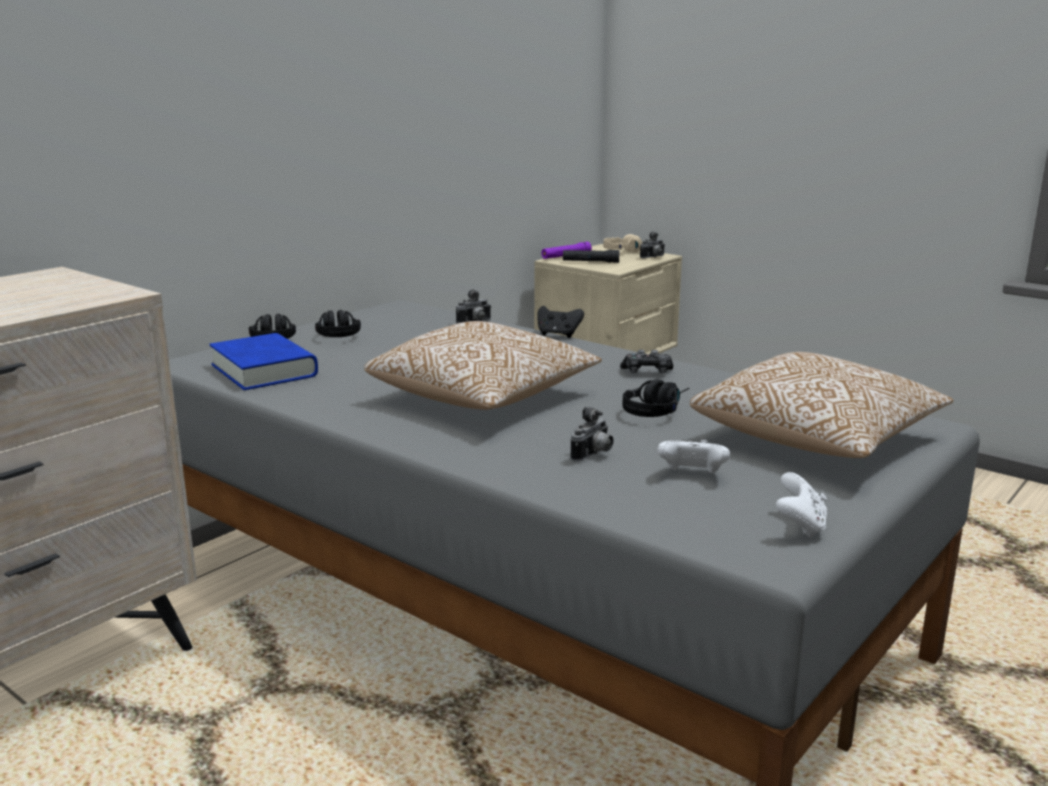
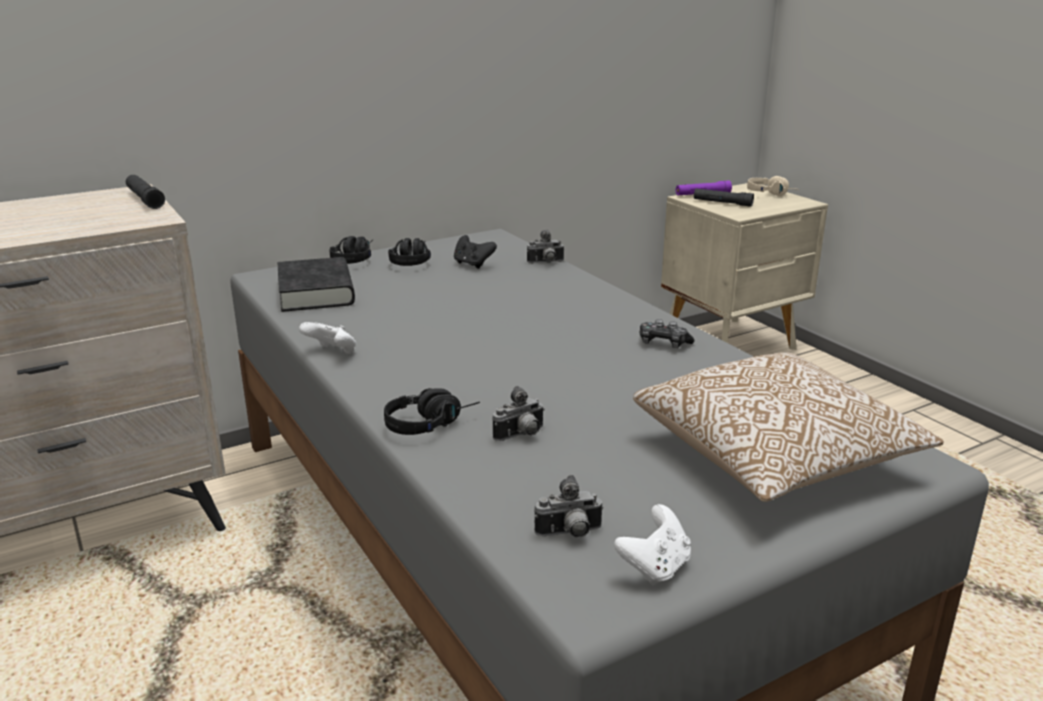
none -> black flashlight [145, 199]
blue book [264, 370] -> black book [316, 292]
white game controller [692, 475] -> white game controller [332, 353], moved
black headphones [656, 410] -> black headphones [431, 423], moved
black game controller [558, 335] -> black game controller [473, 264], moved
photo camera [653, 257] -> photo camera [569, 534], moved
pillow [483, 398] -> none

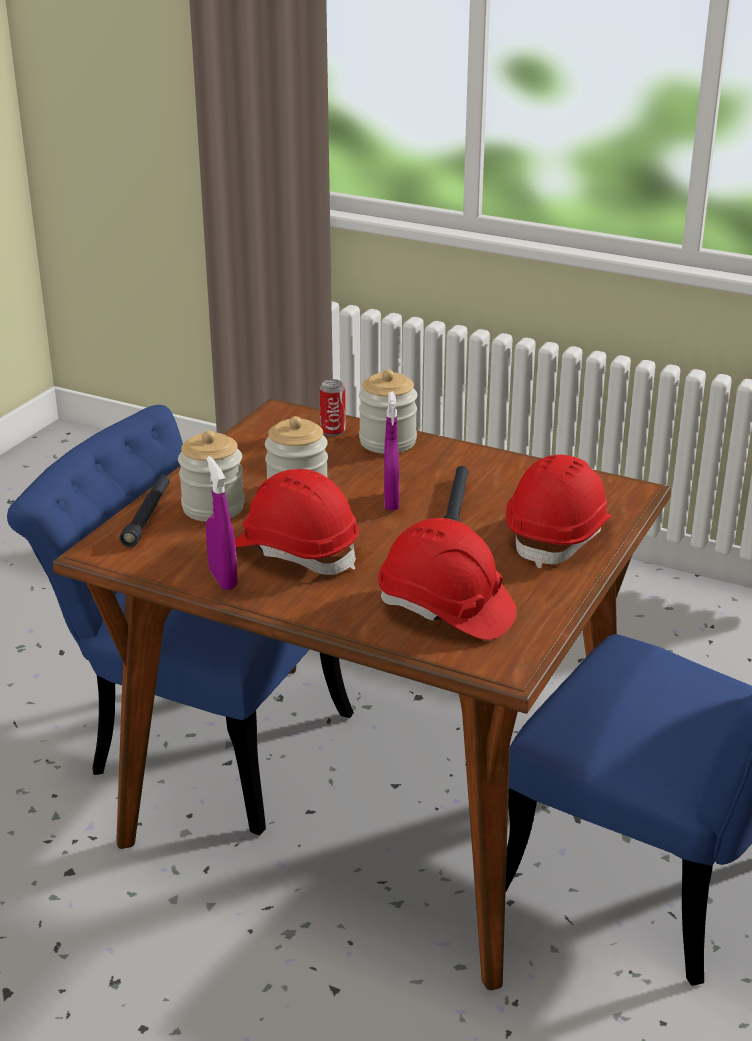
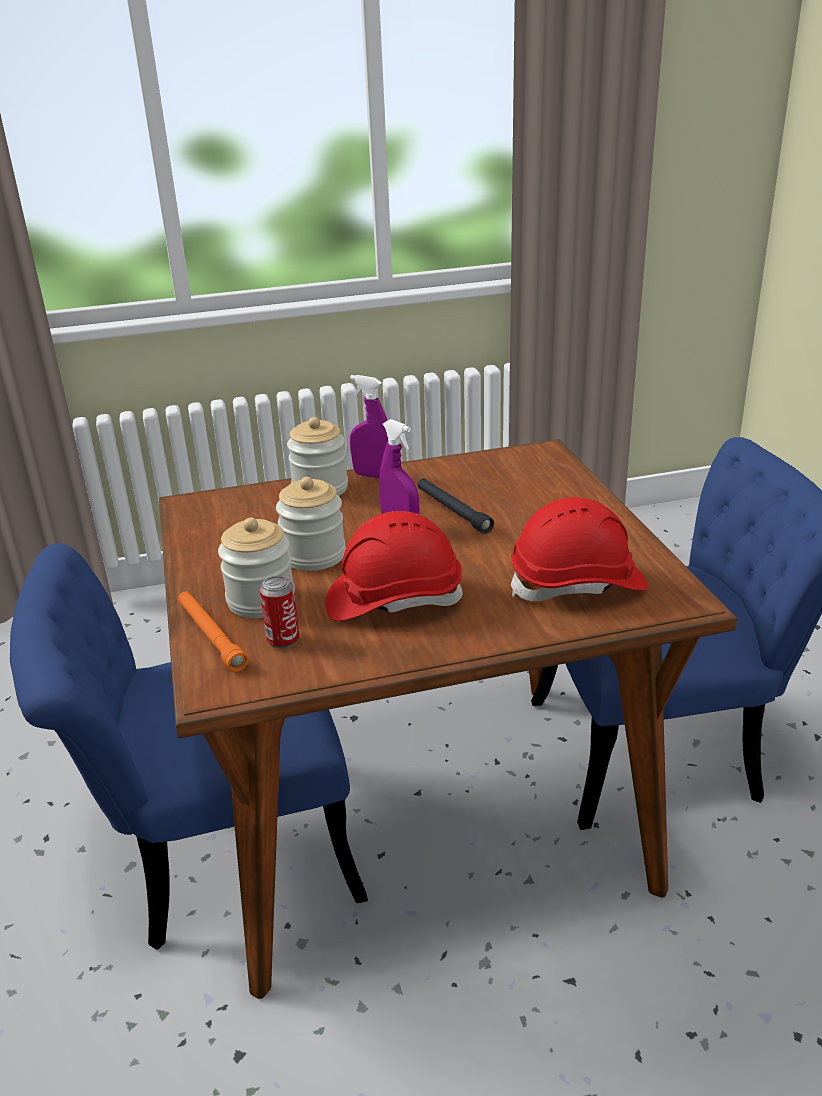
black flashlight [147, 516] -> orange flashlight [211, 636]
can [333, 431] -> can [283, 640], moved
purple spray bottle [223, 579] -> purple spray bottle [373, 476], moved
red hard hat [559, 536] -> none

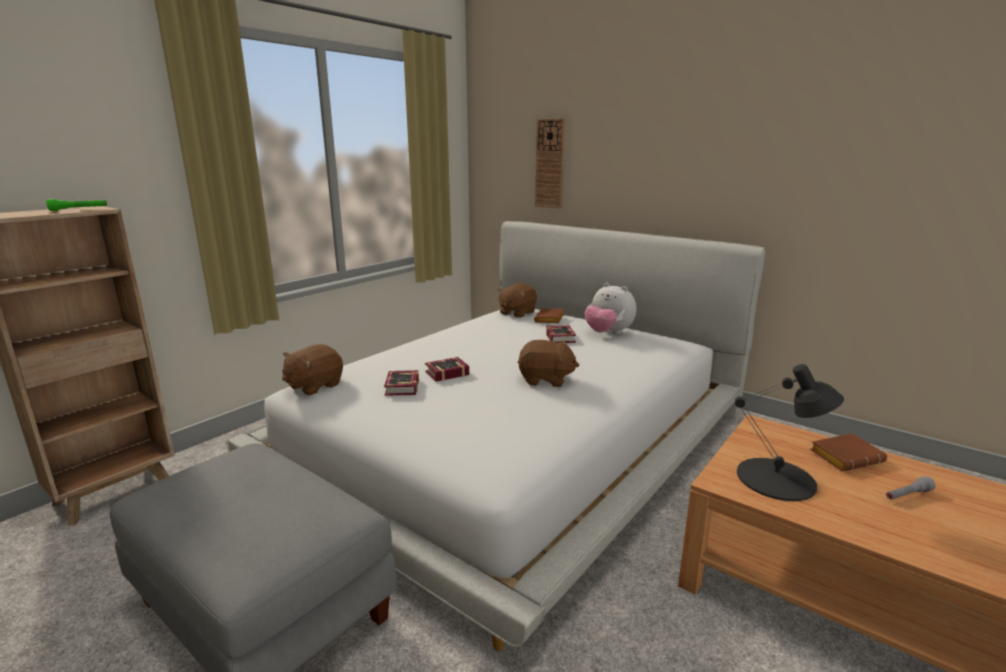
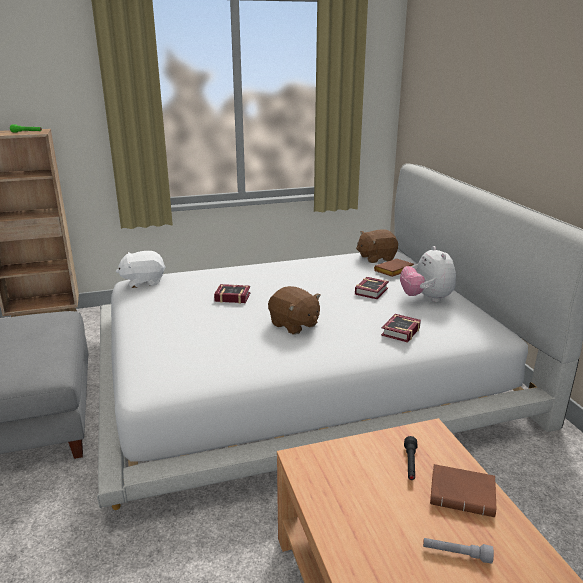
brown plush toy [314, 386] -> white plush toy [143, 282]
book [401, 388] -> book [399, 332], moved
none -> black flashlight [410, 464]
wall clock [550, 164] -> none
black table lamp [777, 479] -> none

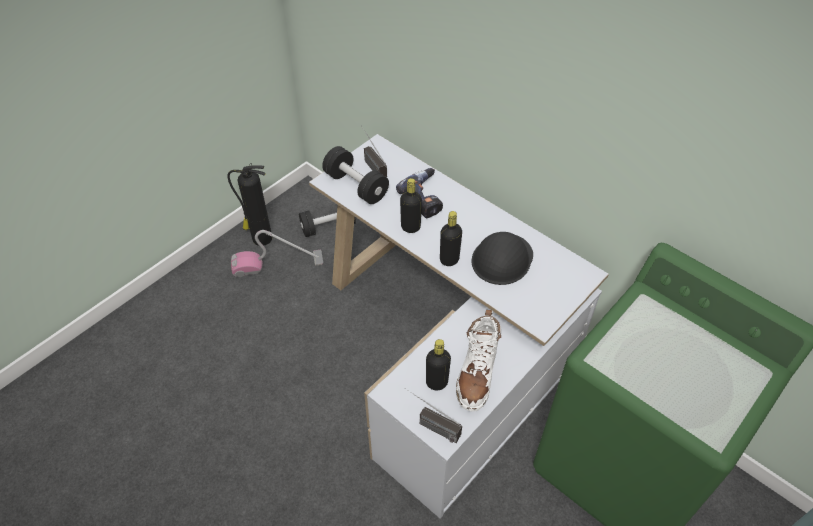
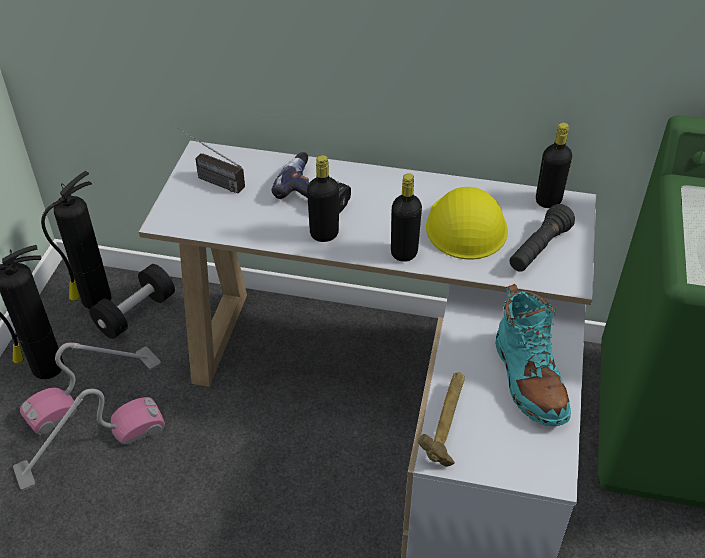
none -> vacuum cleaner [91, 447]
none -> fire extinguisher [95, 300]
none -> hammer [446, 425]
black hard hat [502, 259] -> yellow hard hat [466, 226]
white boot [476, 374] -> turquoise boot [528, 379]
none -> black flashlight [538, 249]
black bottle [436, 382] -> black bottle [548, 201], moved
black dumbbell [356, 186] -> none
radio [429, 425] -> none

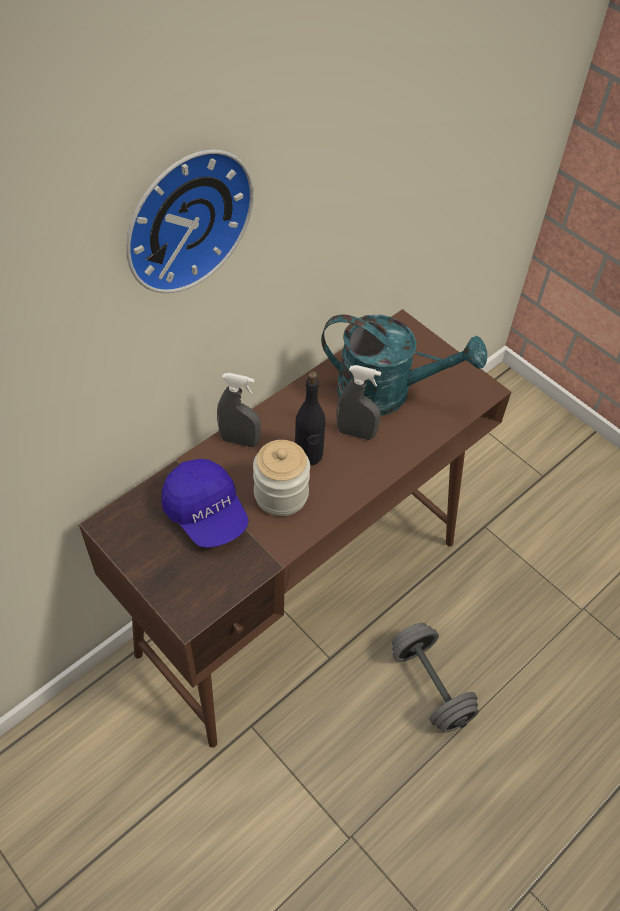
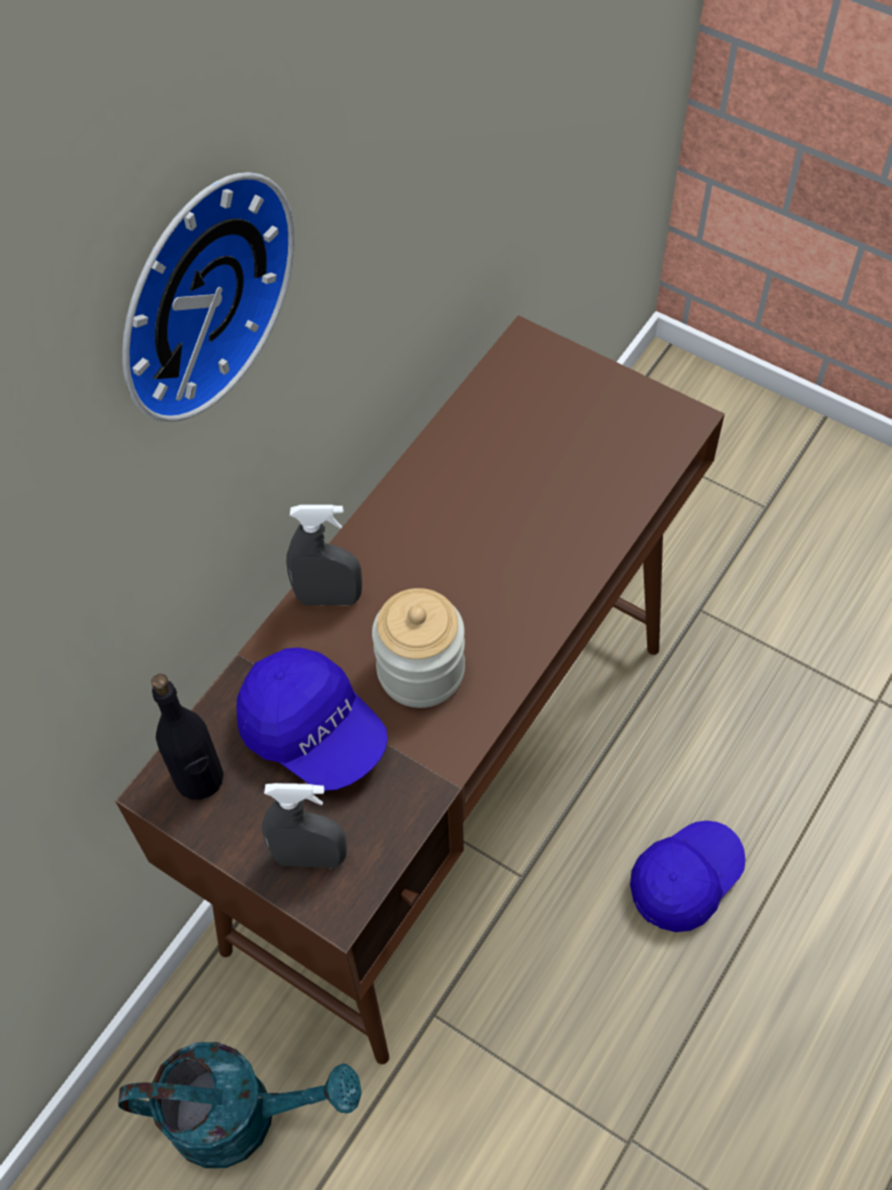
turquoise watering can [387, 392] -> turquoise watering can [242, 1114], moved
black bottle [308, 455] -> black bottle [199, 778], moved
grey spray bottle [356, 433] -> grey spray bottle [310, 858], moved
grey dumbbell [430, 686] -> blue cap [685, 880]

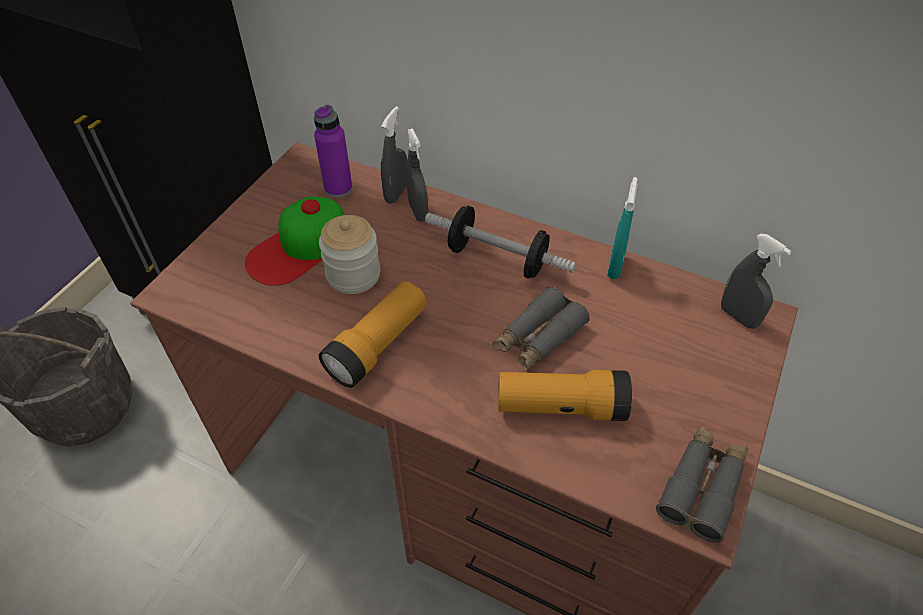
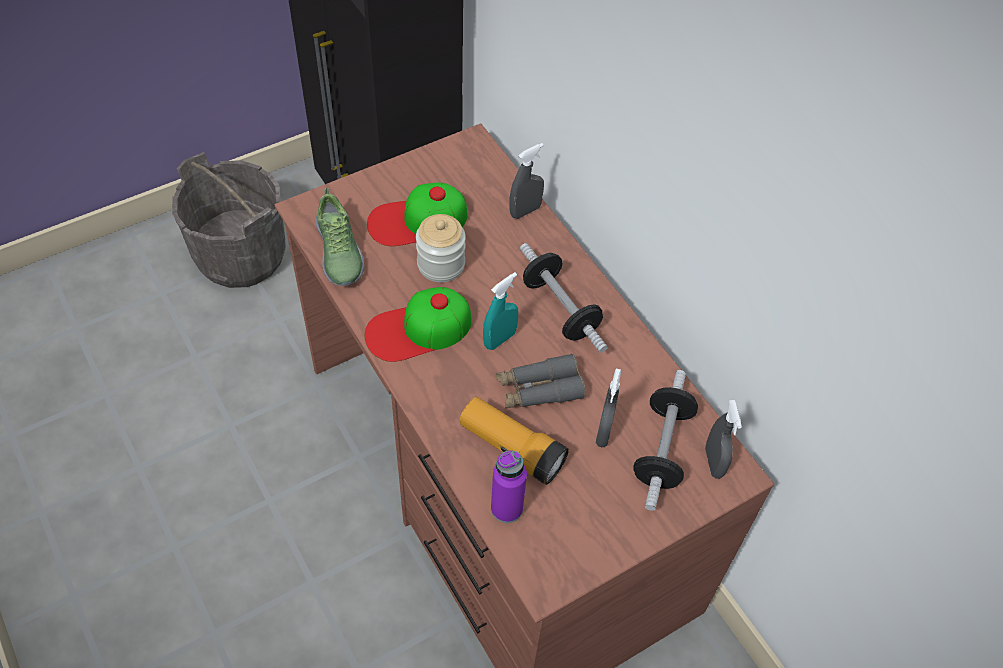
none -> shoe [338, 253]
flashlight [378, 345] -> cap [418, 329]
turquoise spray bottle [615, 266] -> turquoise spray bottle [499, 339], moved
purple bottle [338, 188] -> purple bottle [506, 508], moved
grey spray bottle [418, 211] -> grey spray bottle [604, 432], moved
none -> dumbbell [662, 449]
grey binoculars [702, 487] -> none

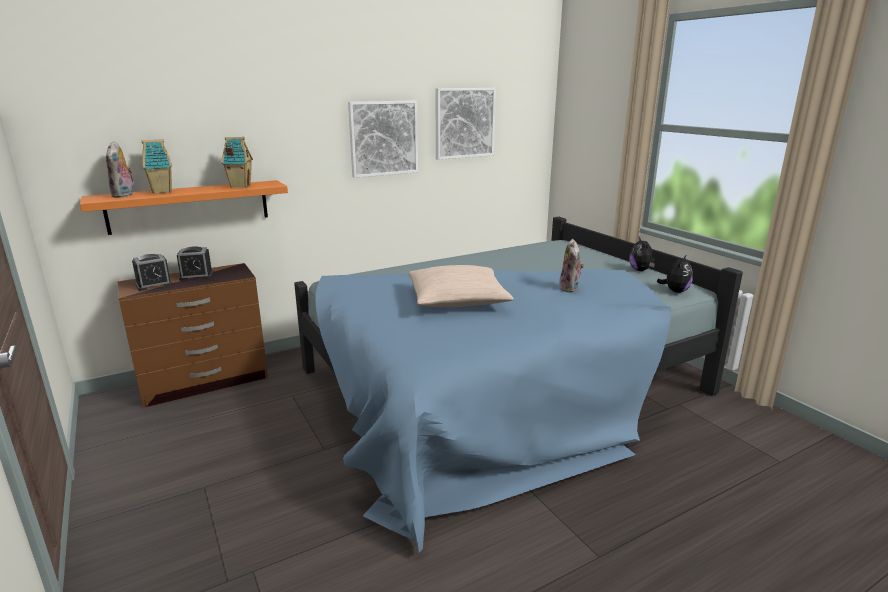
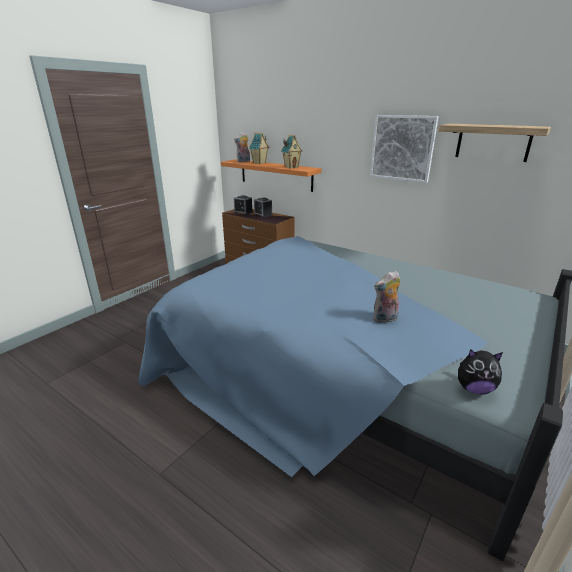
picture [464, 123] -> shelf [493, 142]
beige pillow [457, 300] -> none
plush toy [641, 270] -> none

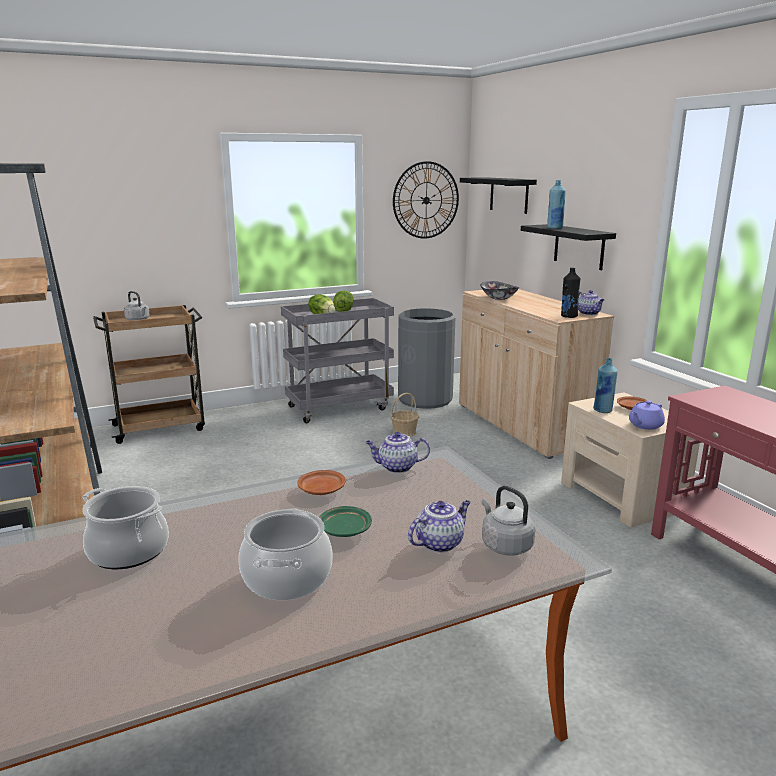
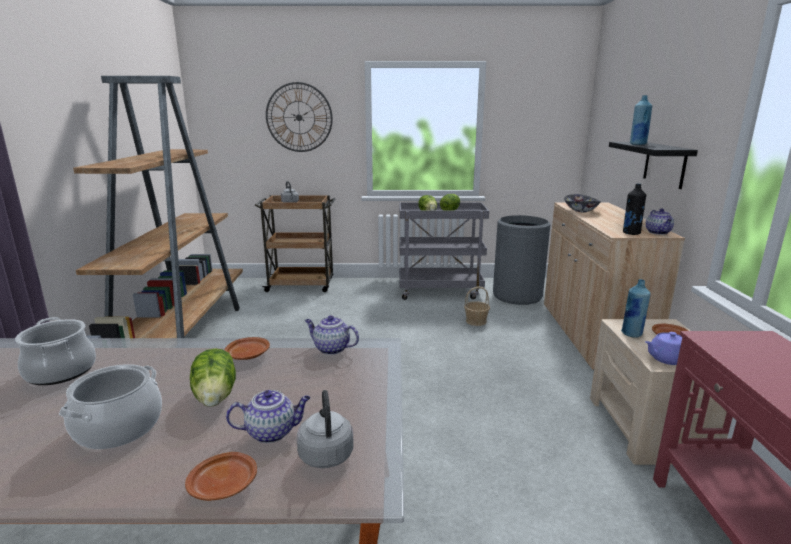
none -> brown plate [224, 485]
green plate [344, 530] -> lettuce [216, 396]
wall clock [426, 200] -> wall clock [299, 117], moved
black shelf [509, 195] -> none

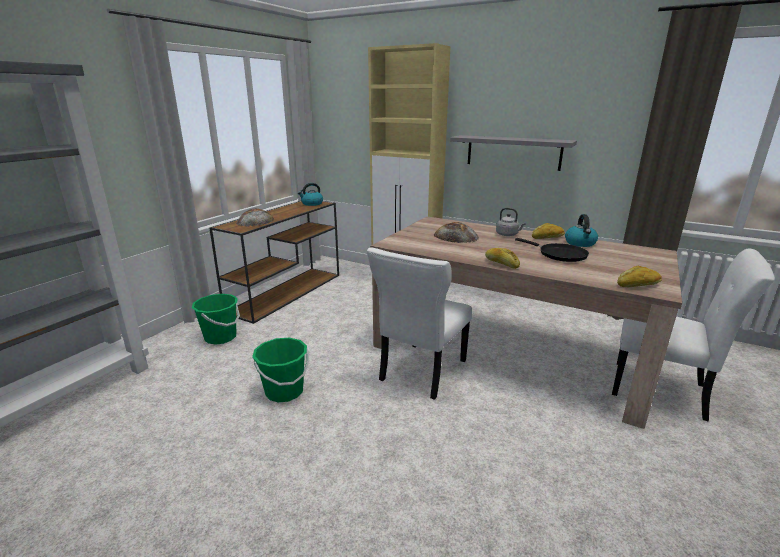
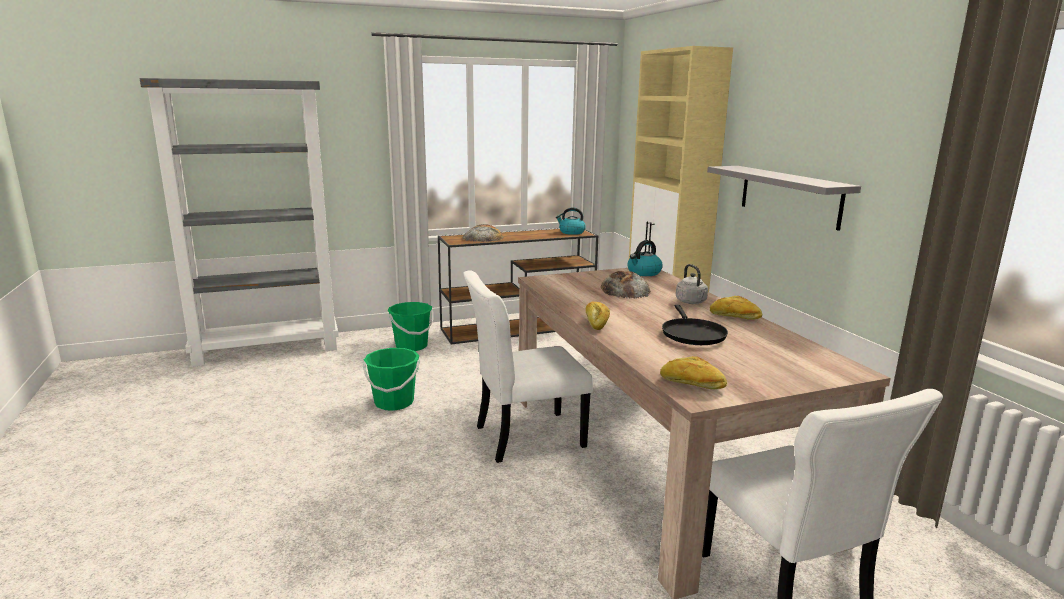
kettle [580, 243] -> kettle [644, 273], moved

